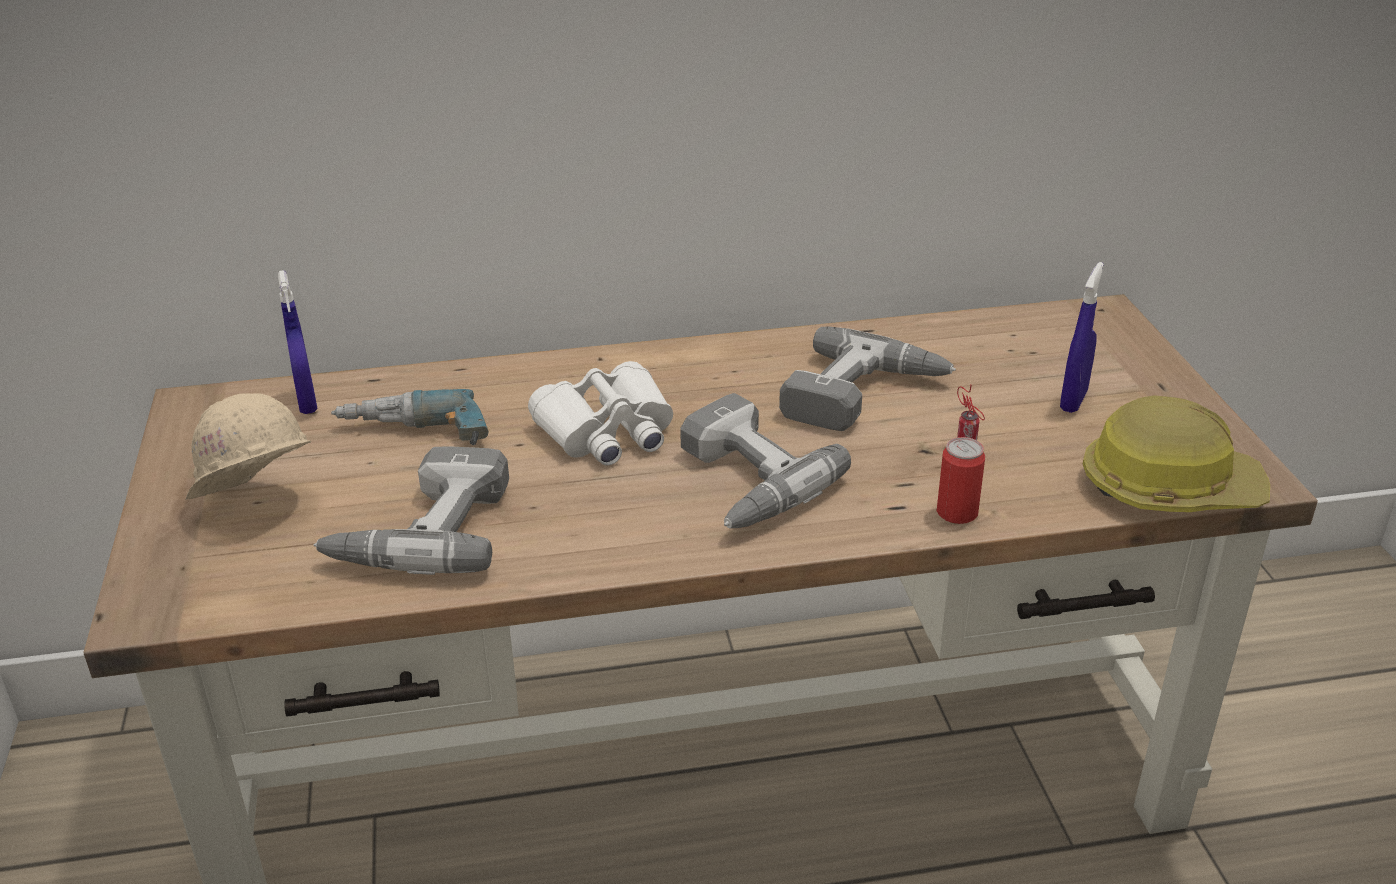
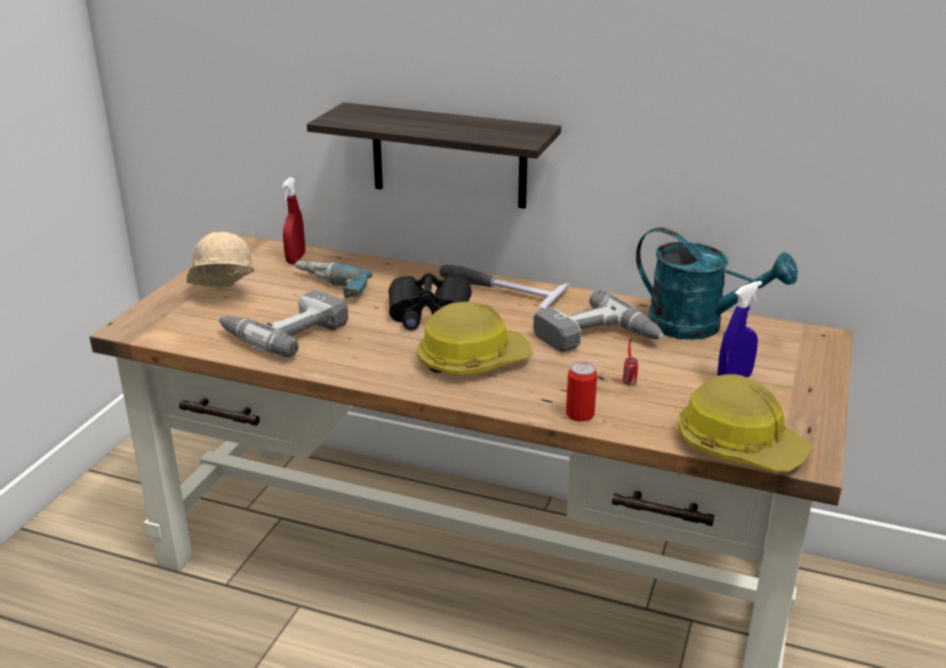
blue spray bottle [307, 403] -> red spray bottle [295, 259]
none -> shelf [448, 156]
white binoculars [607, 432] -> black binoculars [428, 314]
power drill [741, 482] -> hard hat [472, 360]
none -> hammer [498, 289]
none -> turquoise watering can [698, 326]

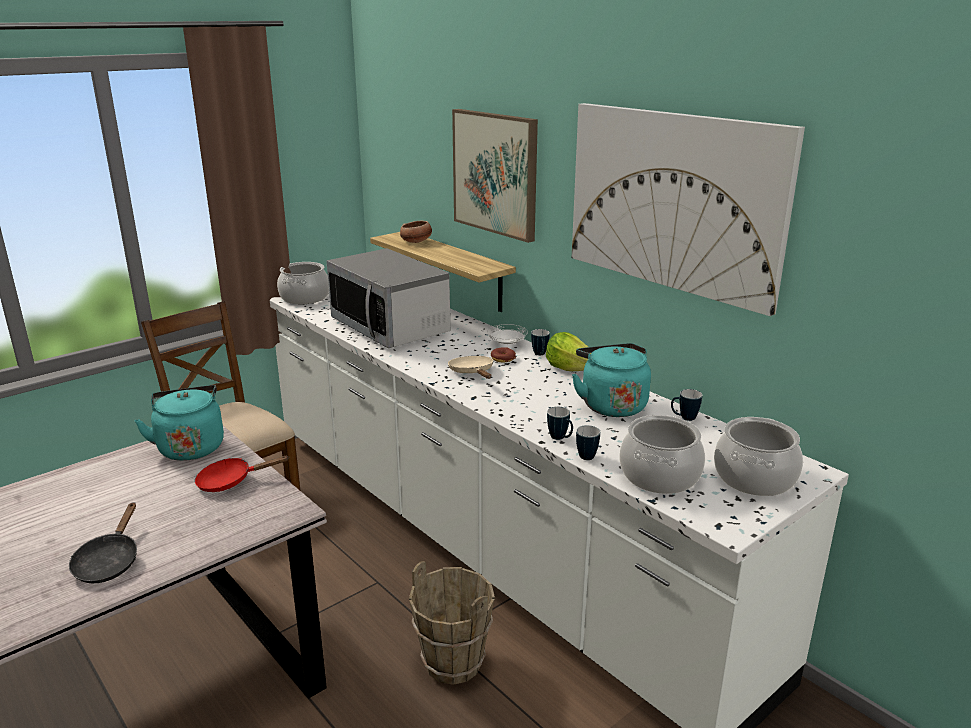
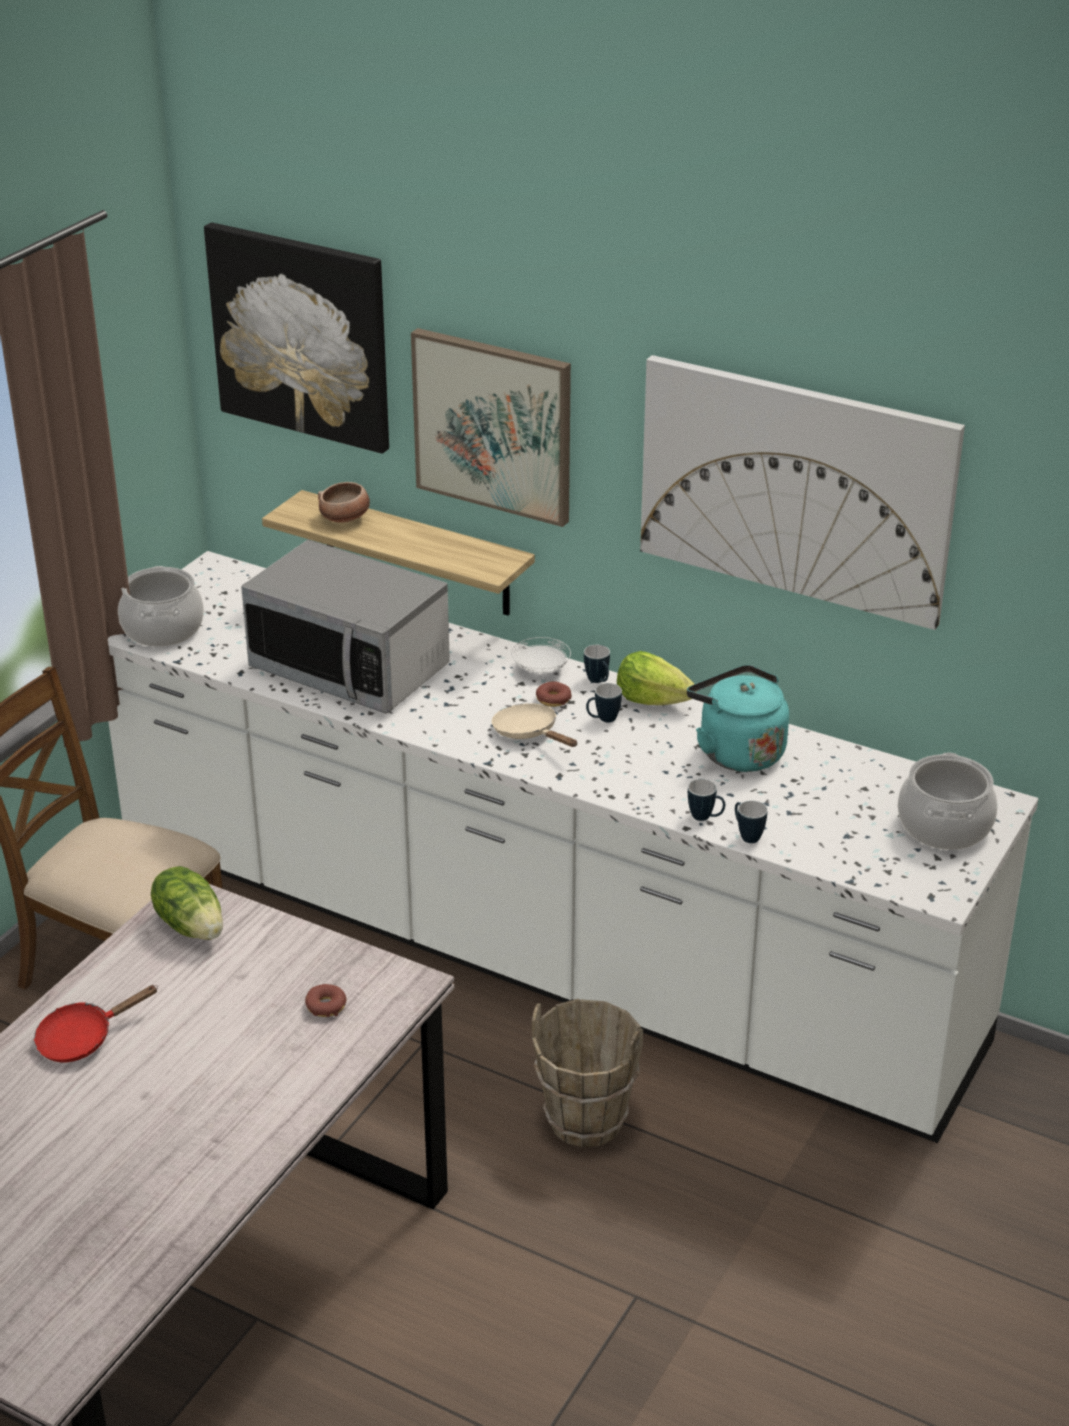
red frying pan [230, 481] -> red frying pan [82, 1038], moved
turquoise kettle [190, 447] -> lettuce [191, 925]
none -> picture [301, 335]
none -> donut [326, 1006]
mug [684, 418] -> mug [602, 720], moved
black frying pan [109, 562] -> none
cooking pot [660, 476] -> none

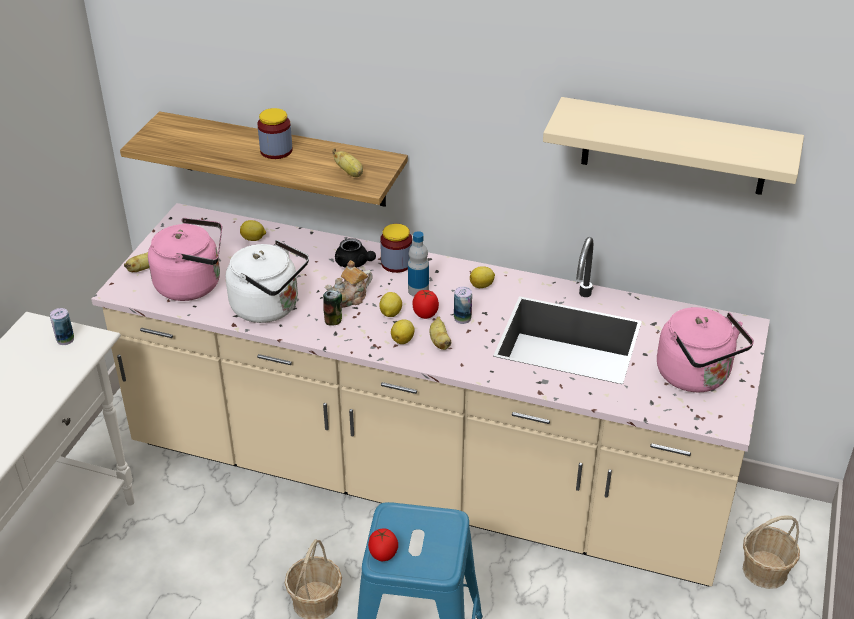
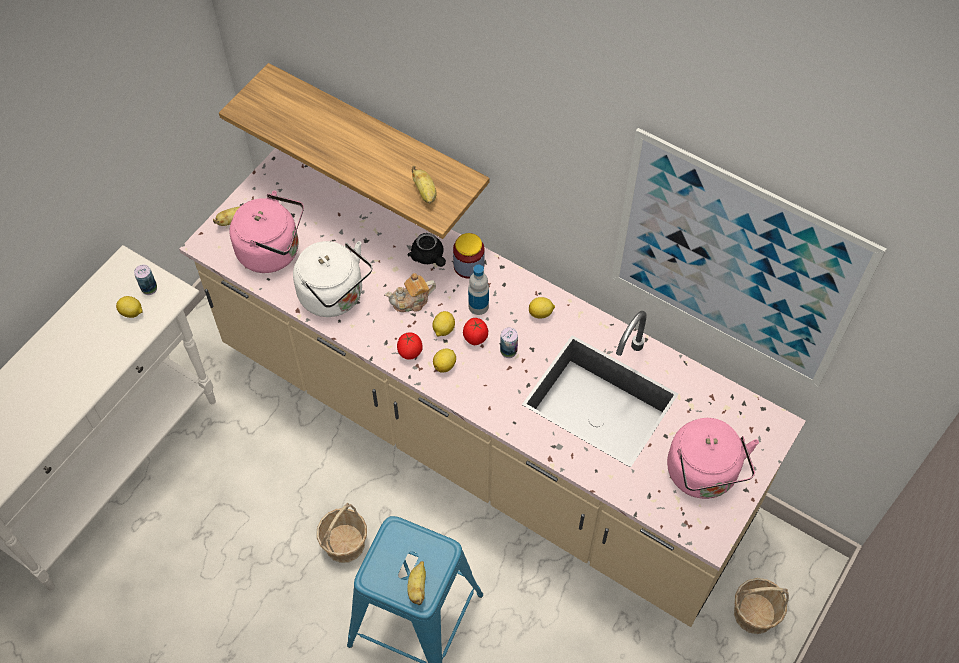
lemon [253, 239] -> lemon [132, 313], moved
tomato [383, 555] -> tomato [410, 353], moved
banana [439, 342] -> banana [417, 587], moved
beige shelf [674, 147] -> picture [734, 263]
jar [276, 151] -> none
can [333, 320] -> none

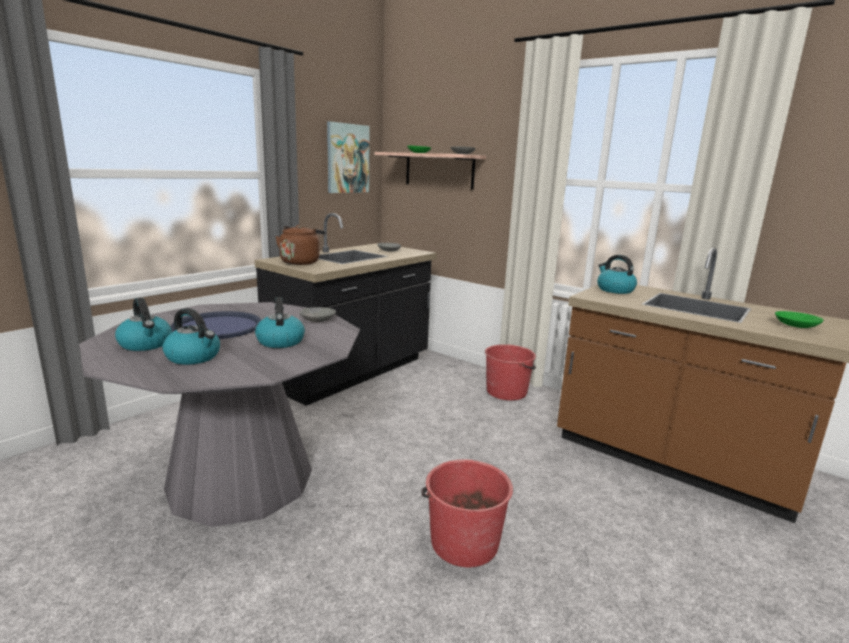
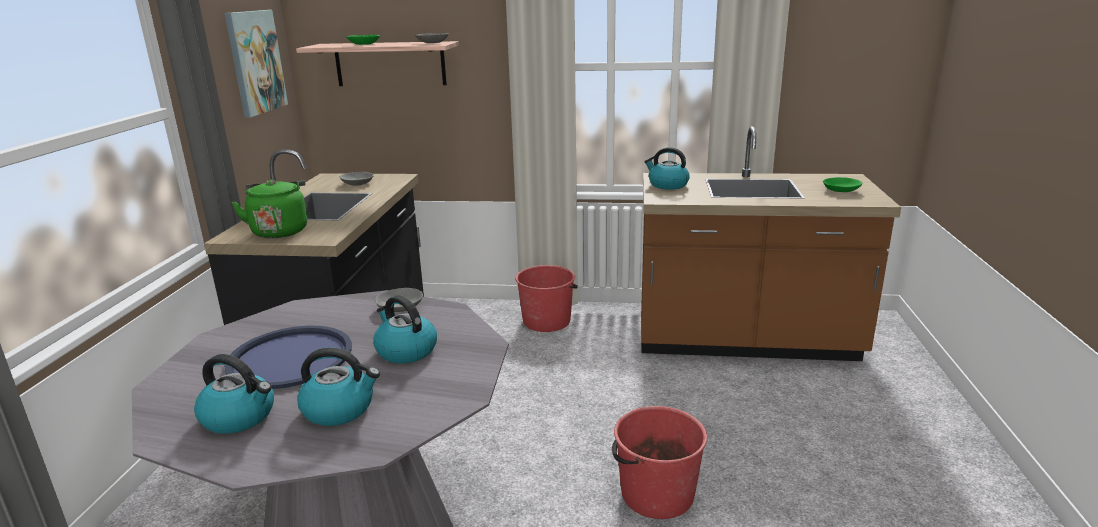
brown kettle [301, 262] -> green kettle [280, 231]

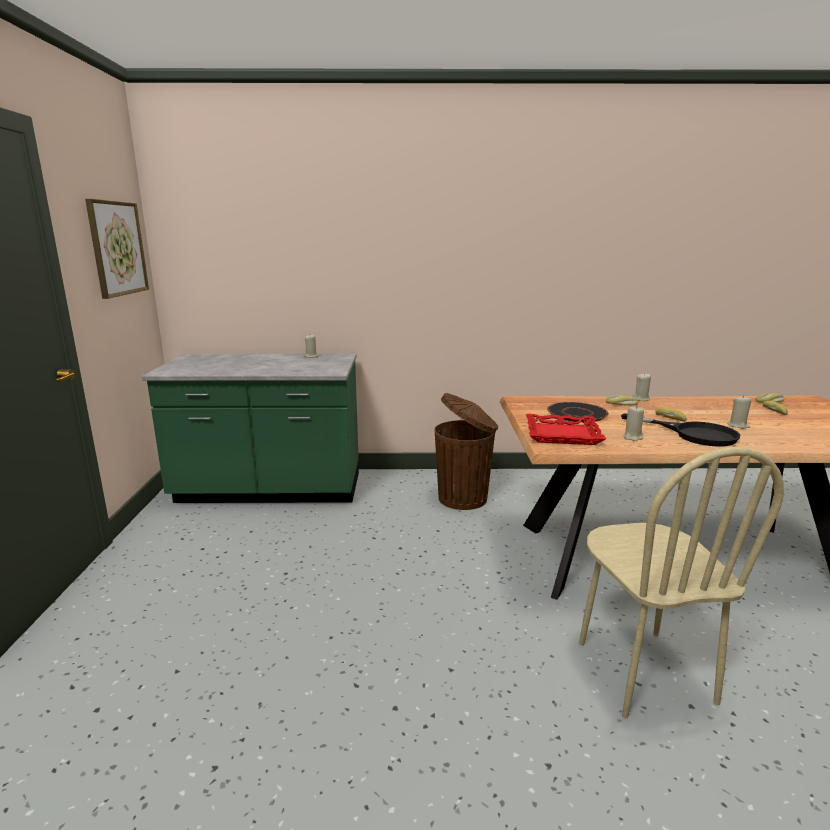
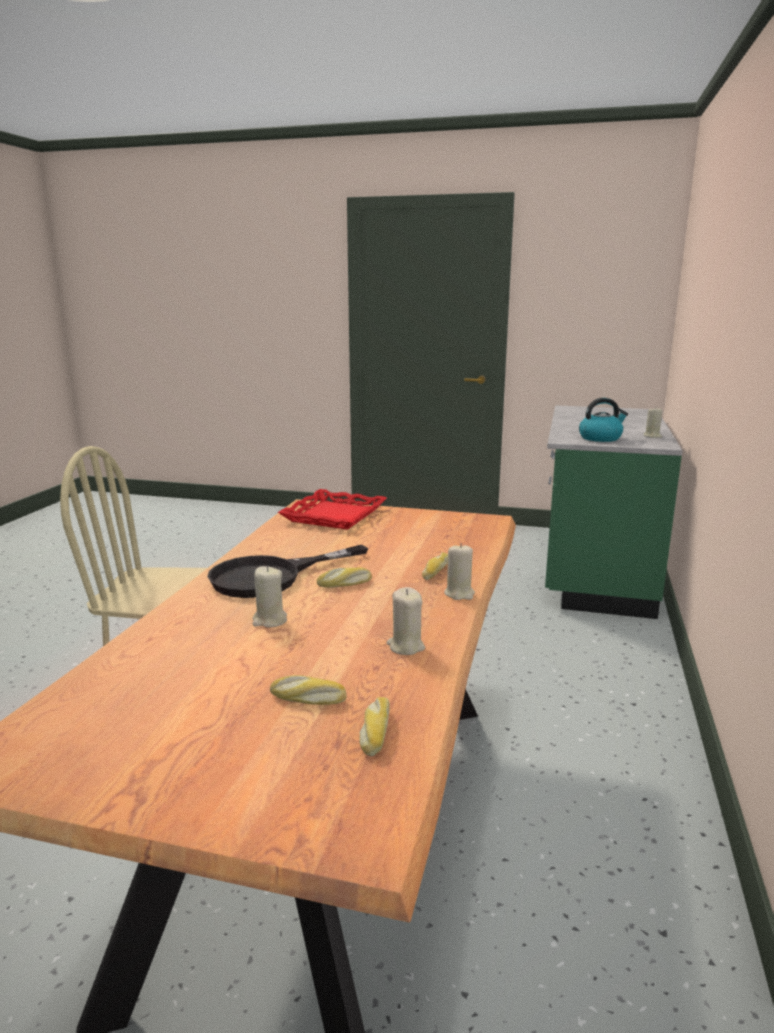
beige candle [632, 437] -> beige candle [405, 646], moved
none -> kettle [600, 438]
picture [117, 248] -> none
brown trash can [464, 498] -> none
black plate [577, 413] -> none

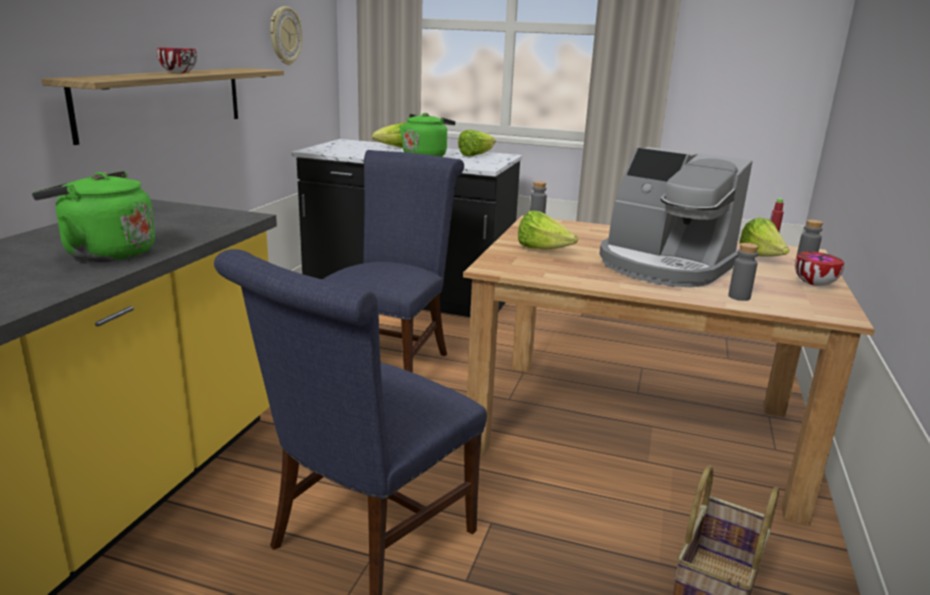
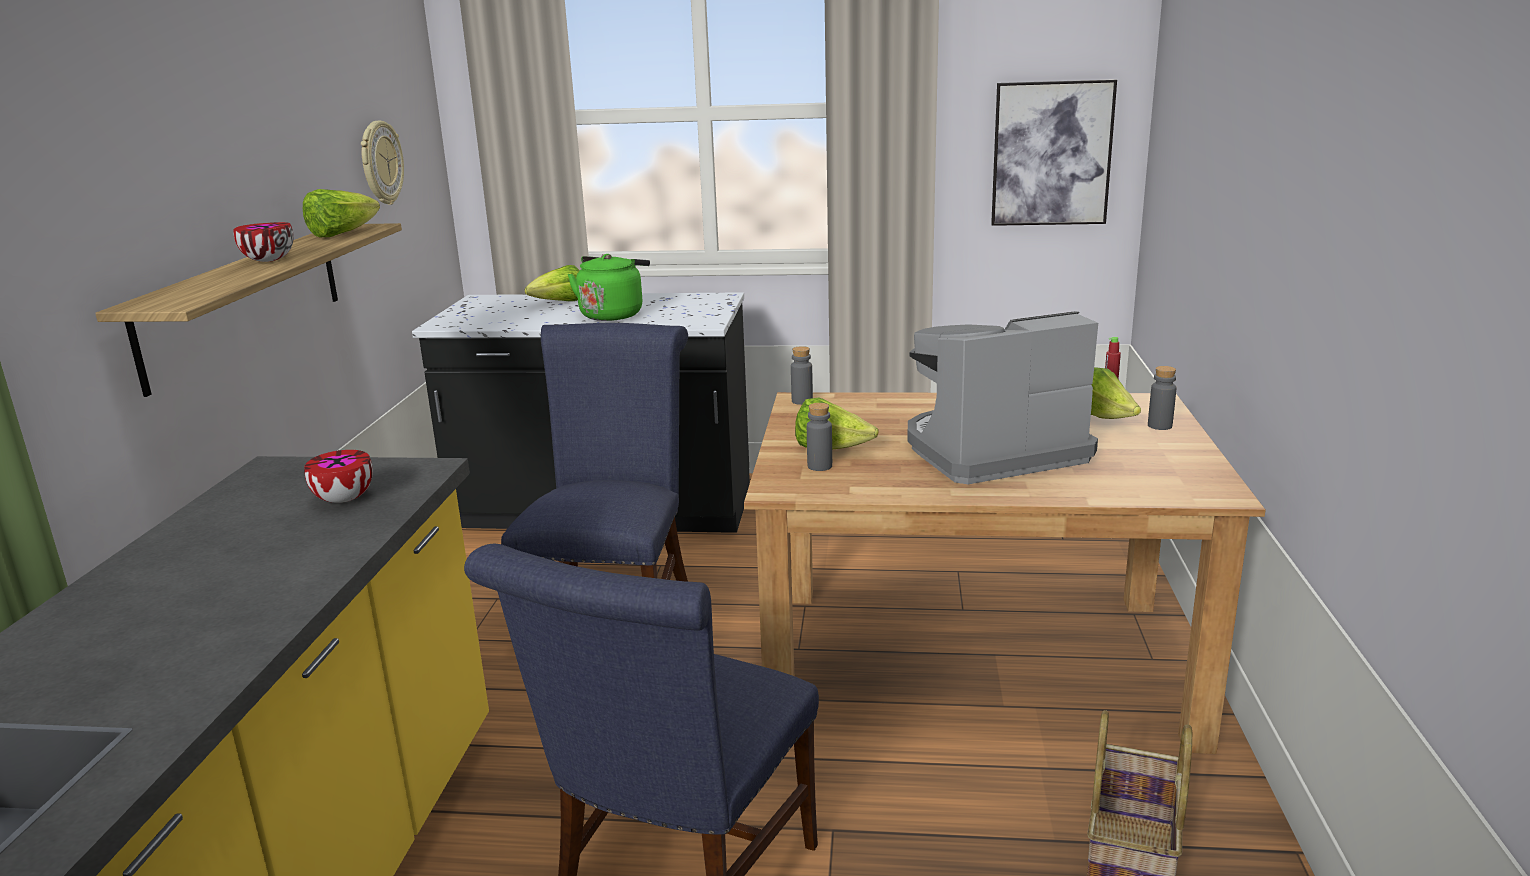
lettuce [475, 155] -> lettuce [342, 234], moved
bowl [814, 284] -> bowl [342, 500], moved
grey bottle [739, 297] -> grey bottle [819, 466], moved
coffee machine [663, 266] -> coffee machine [991, 451], 135 degrees clockwise
none -> picture [1051, 154]
green kettle [105, 253] -> none

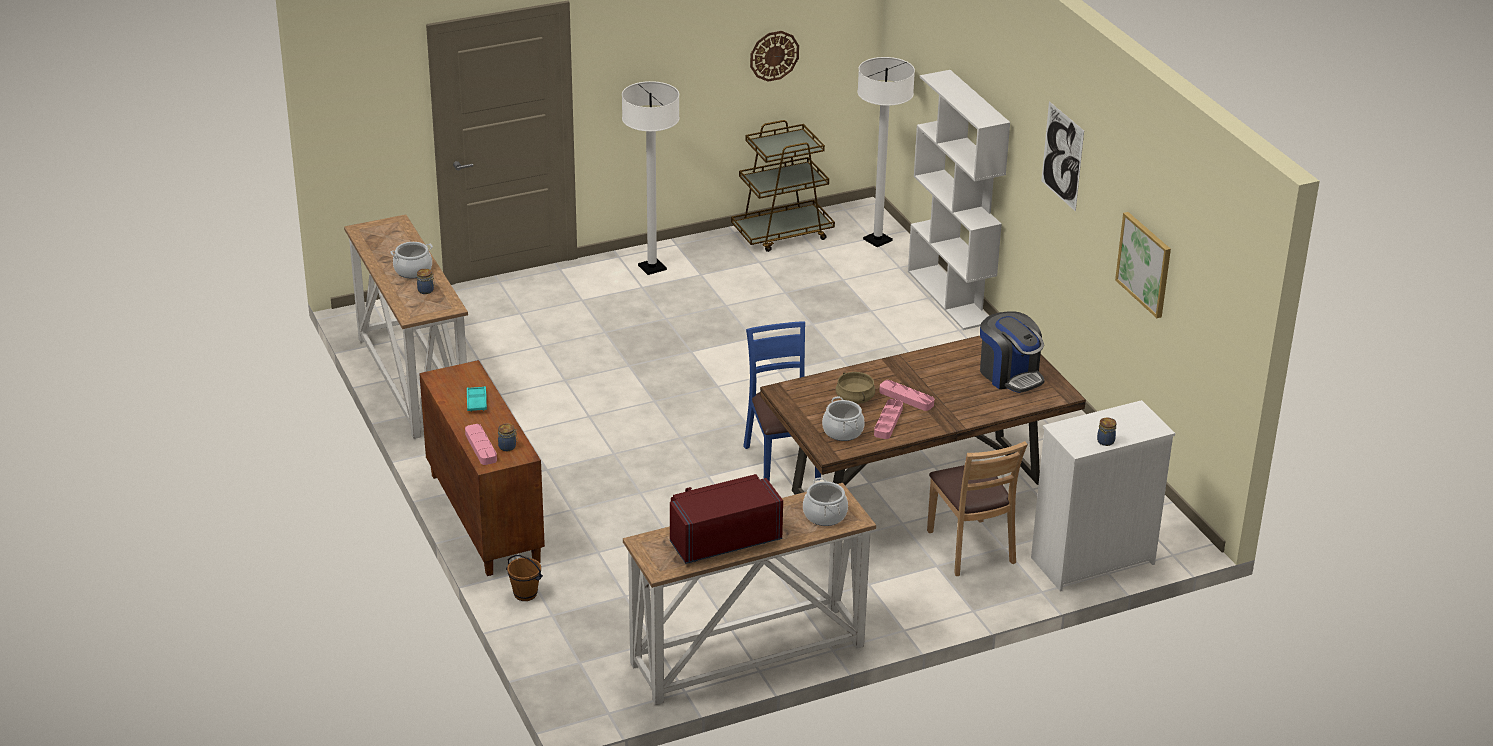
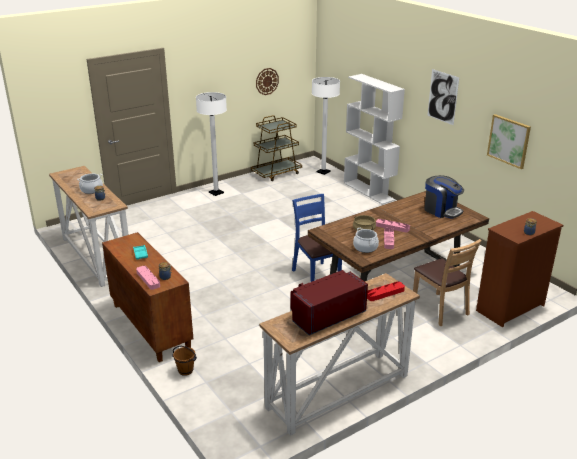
cooking pot [824, 515] -> red tray [385, 293]
white dresser [1091, 560] -> brown dresser [509, 308]

